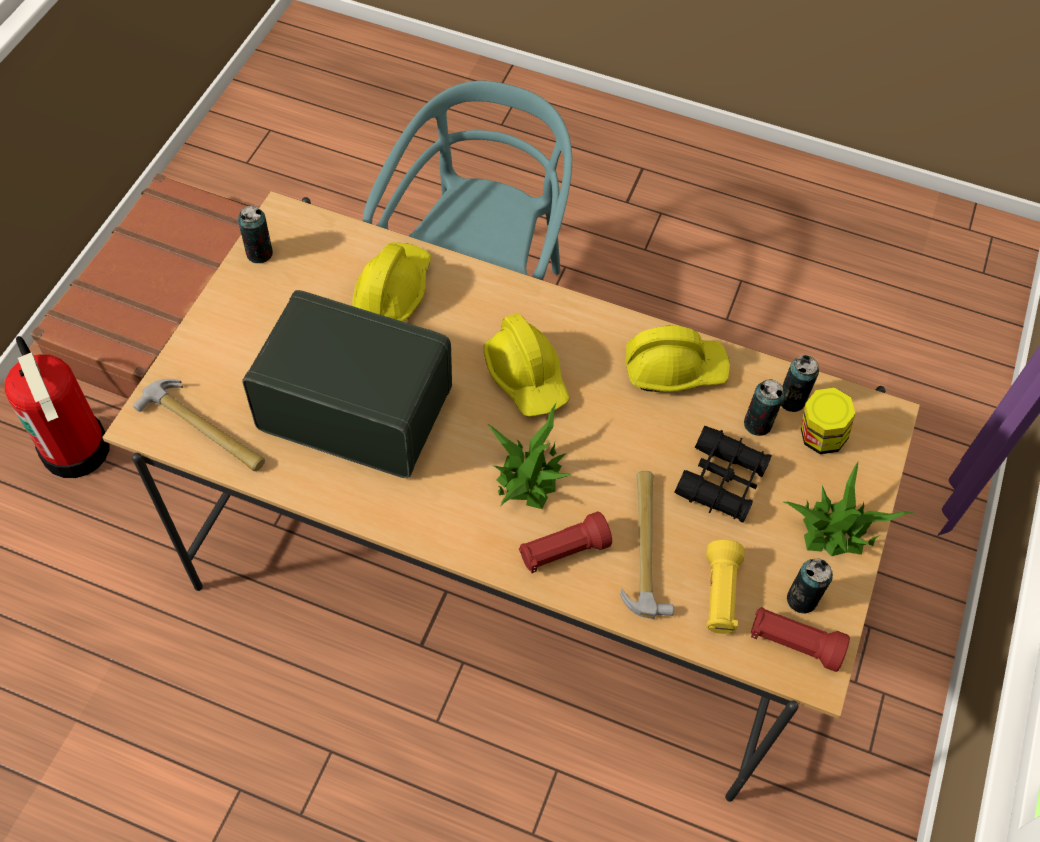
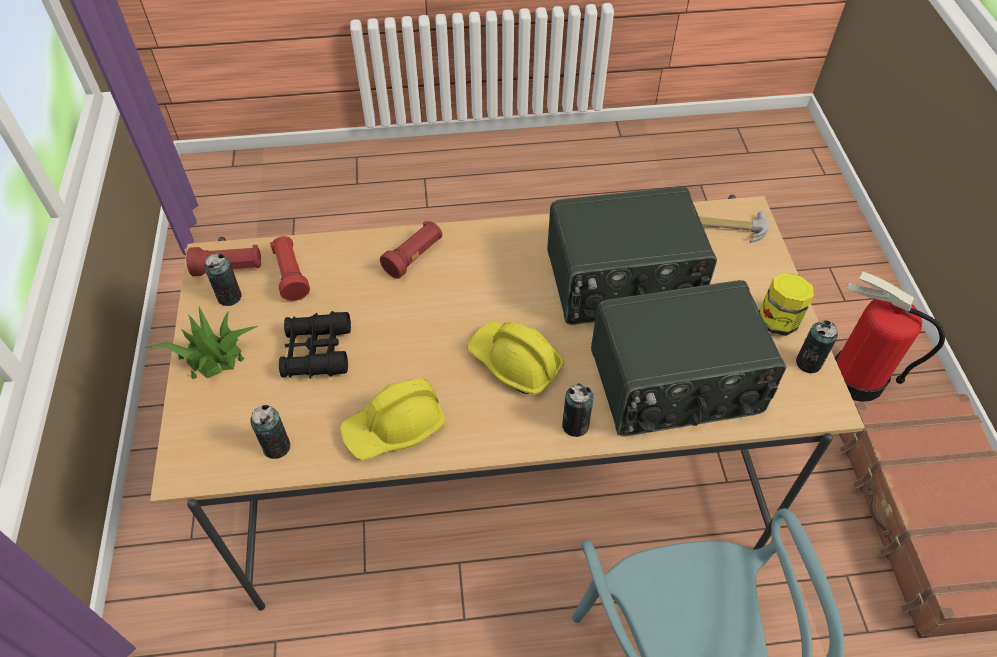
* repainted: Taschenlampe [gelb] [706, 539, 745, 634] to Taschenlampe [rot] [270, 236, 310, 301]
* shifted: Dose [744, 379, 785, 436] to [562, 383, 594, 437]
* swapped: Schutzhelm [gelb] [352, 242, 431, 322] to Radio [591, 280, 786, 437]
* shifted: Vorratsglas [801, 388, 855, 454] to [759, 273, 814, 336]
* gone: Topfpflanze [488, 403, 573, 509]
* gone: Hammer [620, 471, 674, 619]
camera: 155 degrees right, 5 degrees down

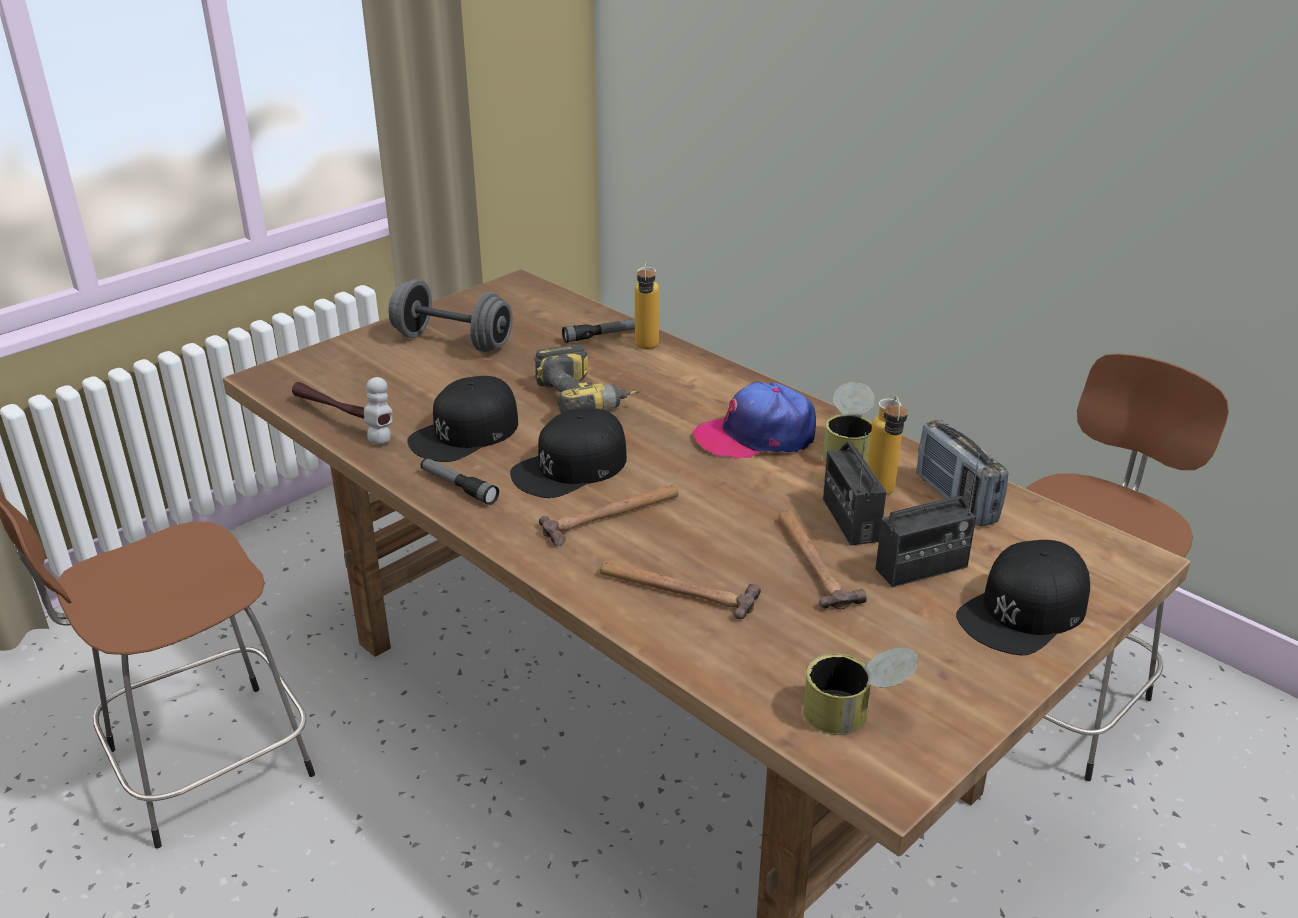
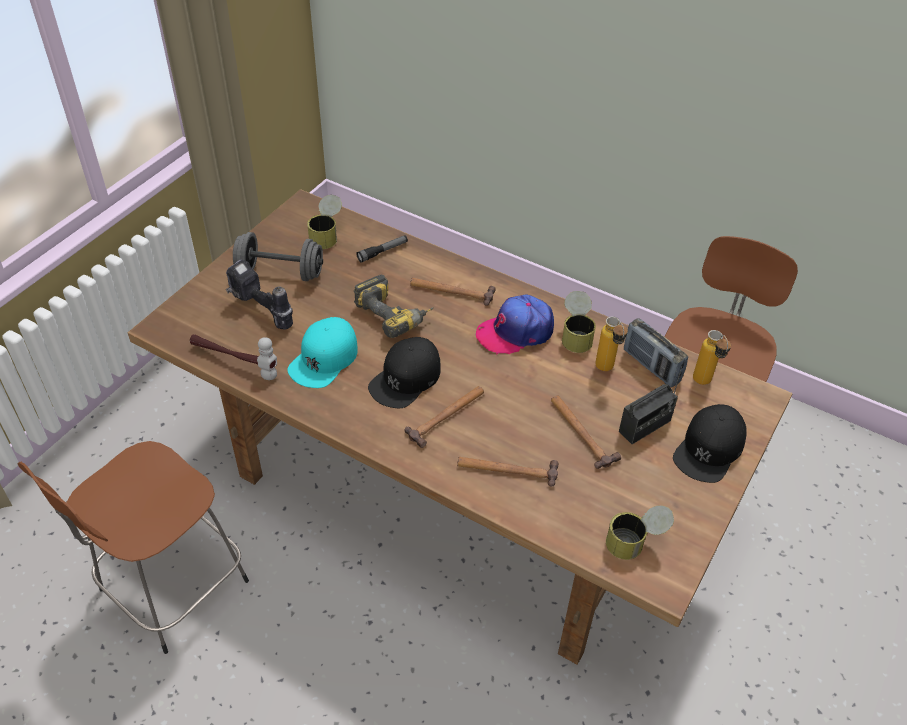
* new: Bohrmaschine [226, 259, 293, 329]
* repainted: Kappe [schwarz] [407, 376, 518, 462] to Kappe [türkis] [287, 317, 358, 388]
* new: Dose [307, 195, 342, 249]
* new: Hammer [410, 278, 496, 306]
* shifted: Flasche [635, 262, 659, 349] to [693, 330, 731, 385]
* gone: Taschenlampe [420, 458, 499, 505]
* gone: Radio [823, 433, 886, 546]
camera: 15 degrees left, 15 degrees up

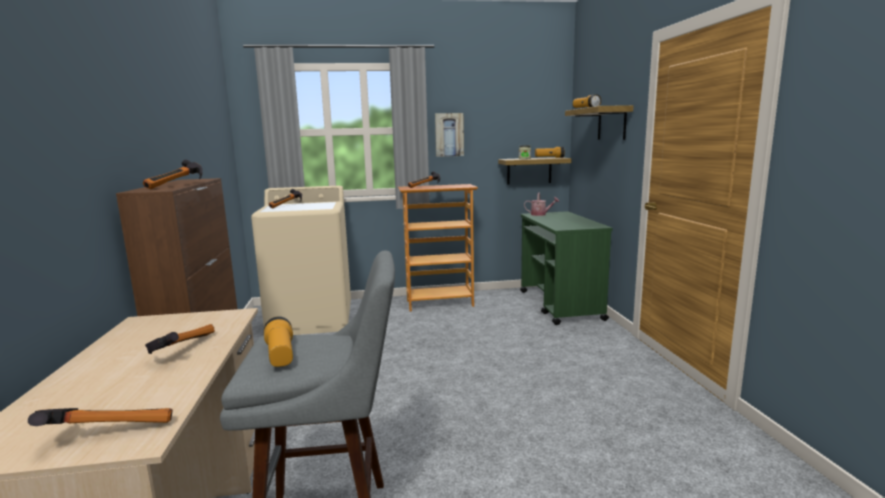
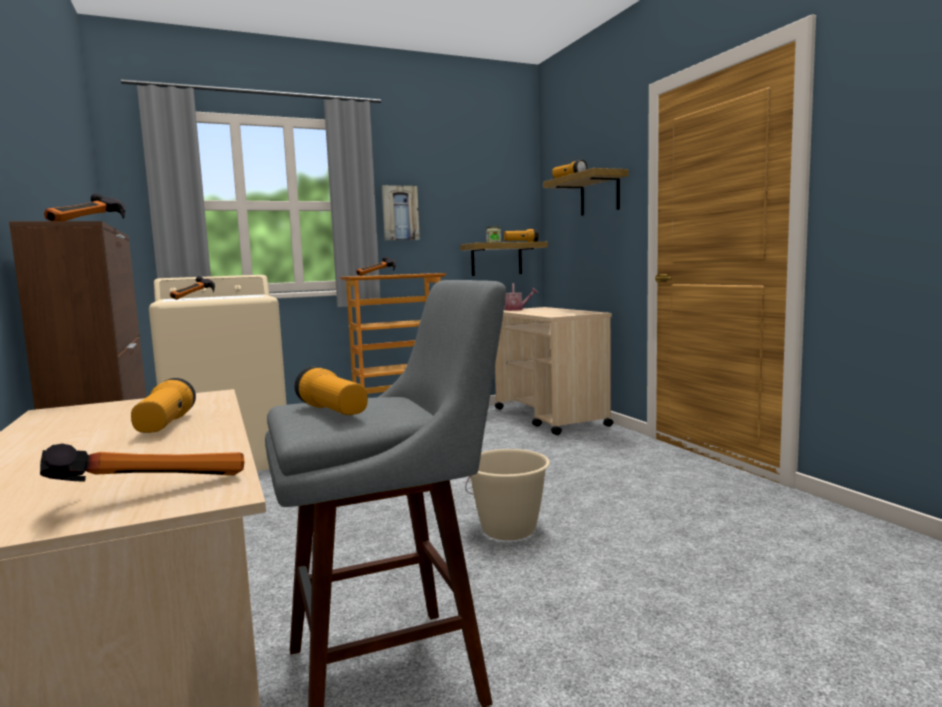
* swapped: Hammer [145, 324, 215, 354] to Taschenlampe [131, 378, 196, 433]
* new: Eimer [beige] [465, 449, 550, 540]
* repainted: Rollwagen [grün] [520, 211, 613, 325] to Rollwagen [beige] [495, 307, 613, 435]
camera: 15 degrees left, 5 degrees down

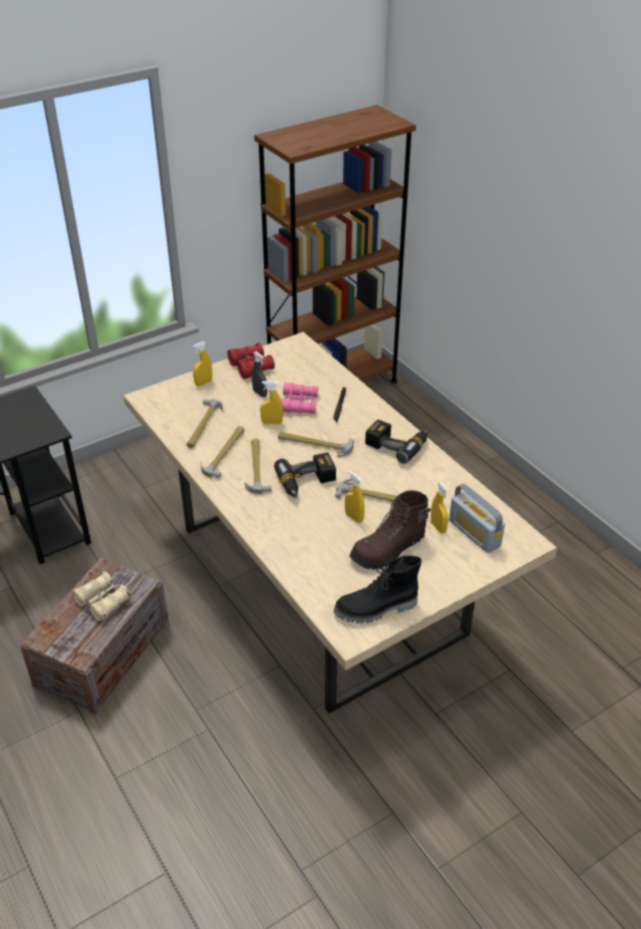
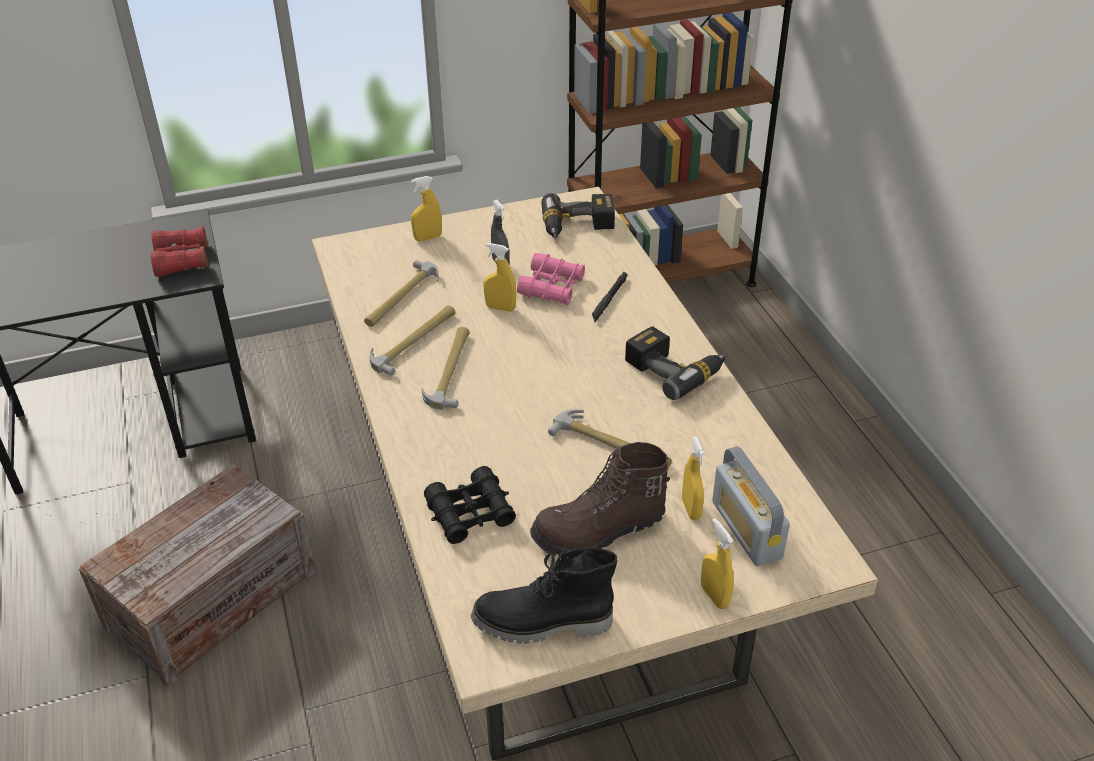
* shifted: Fernglas [rot] [227, 343, 275, 379] to [151, 226, 208, 277]
* new: Fernglas [schwarz] [424, 466, 516, 544]
* shifted: Bohrmaschine [274, 452, 336, 499] to [542, 193, 615, 238]
* shifted: Sprühflasche [gelb] [345, 471, 365, 523] to [701, 518, 734, 609]
* gone: Fernglas [beige] [72, 571, 131, 621]
* gone: Hammer [278, 431, 354, 457]
camera: 15 degrees right, 0 degrees up

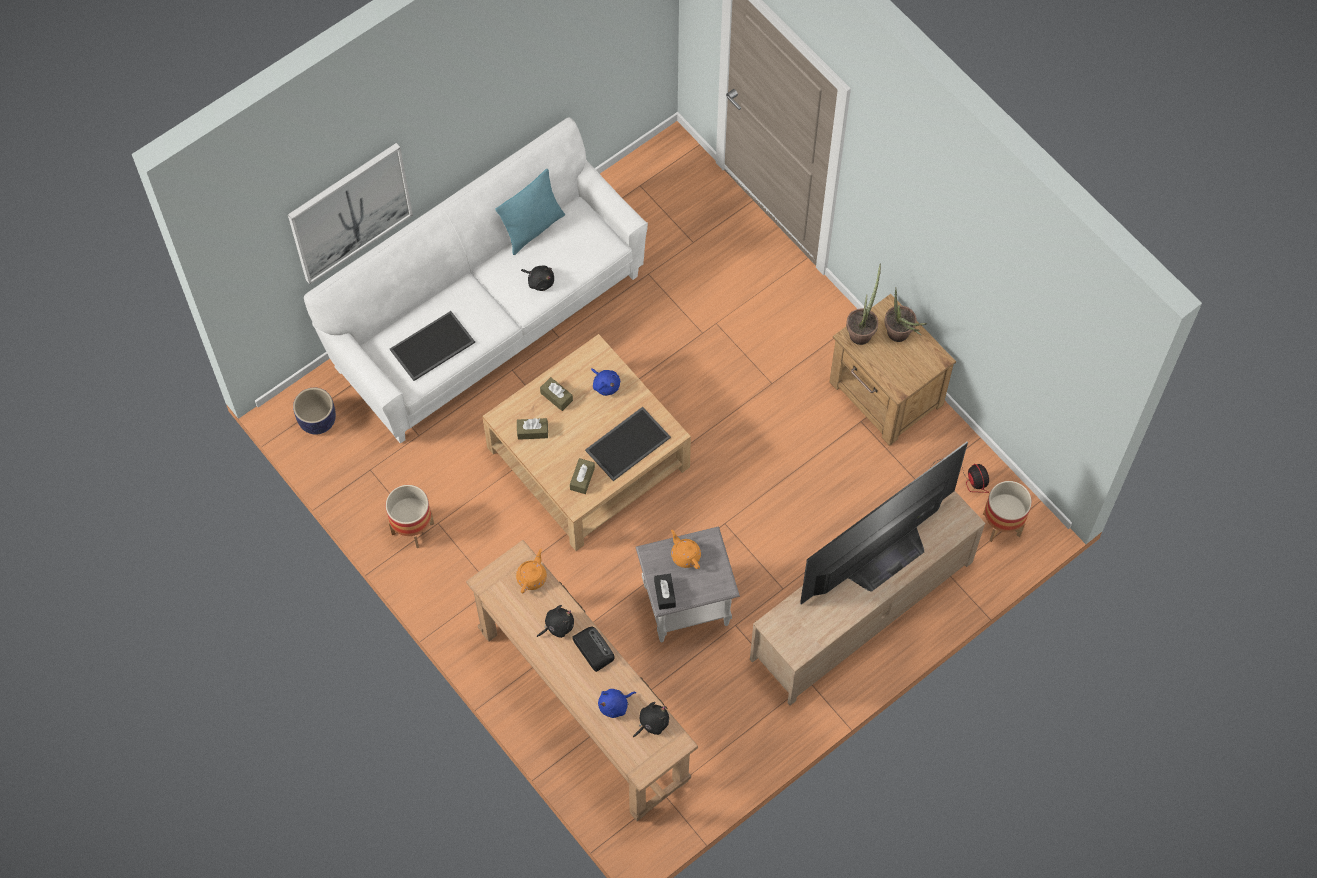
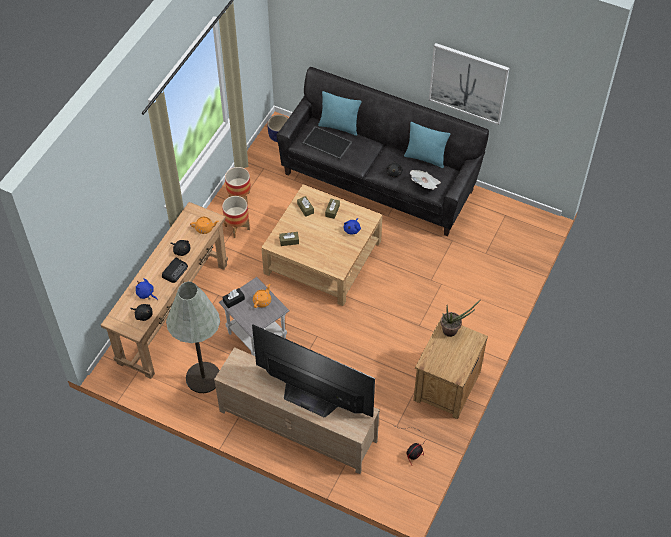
* new: Stehlampe [grau] [166, 282, 220, 393]
* shifted: Pflanzkübel [983, 481, 1032, 542] to [222, 196, 250, 238]
* repainted: Sofa [weiß] [304, 117, 648, 444] to Sofa [schwarz] [276, 67, 489, 236]
* new: Kissen [türkis] [318, 91, 361, 136]
* new: Zeitung [410, 170, 441, 190]
* shifted: Bild [288, 143, 413, 285] to [429, 43, 509, 125]
* gone: Tablett [585, 407, 671, 481]
* gone: Topfpflanze [884, 287, 927, 342]
camera: 65 degrees right, 10 degrees down

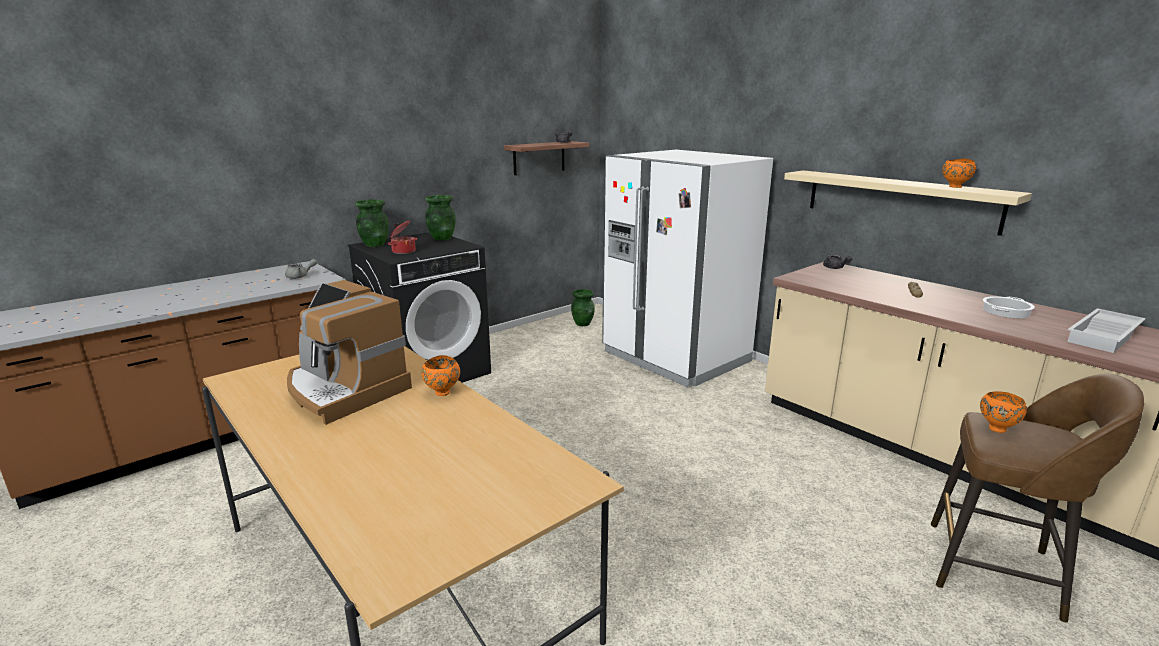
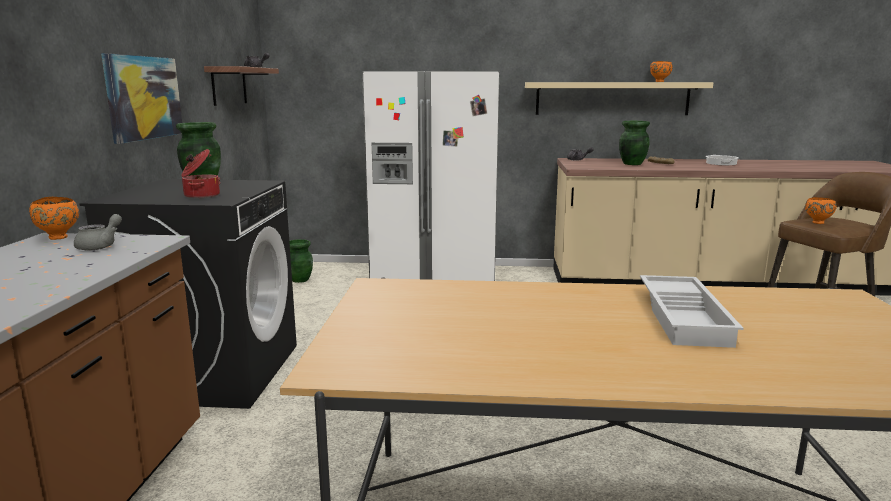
* shifted: Schüssel [orange] [421, 355, 460, 396] to [29, 197, 79, 240]
* new: Bild [101, 53, 182, 144]
* shifted: Vase [grün] [355, 199, 389, 247] to [619, 121, 650, 165]
* shifted: Tablett [weiß] [1067, 308, 1146, 353] to [640, 275, 744, 348]
* gone: Kaffeemaschine [287, 280, 412, 425]
camera: 45 degrees left, 5 degrees down

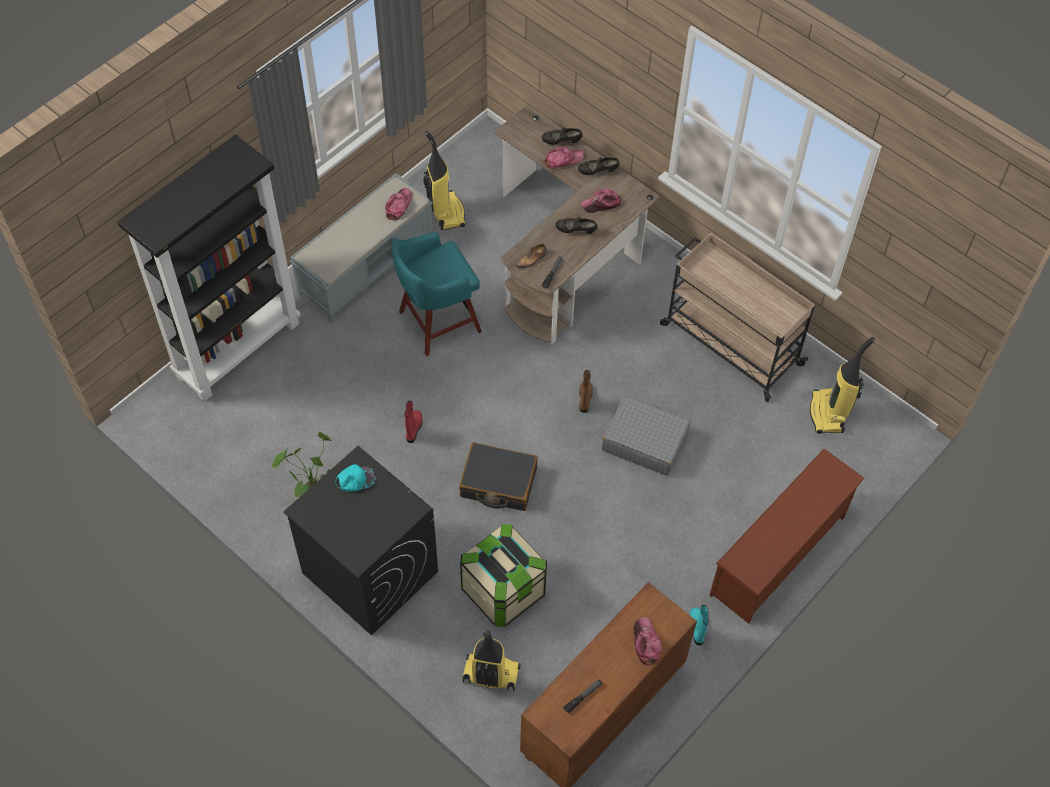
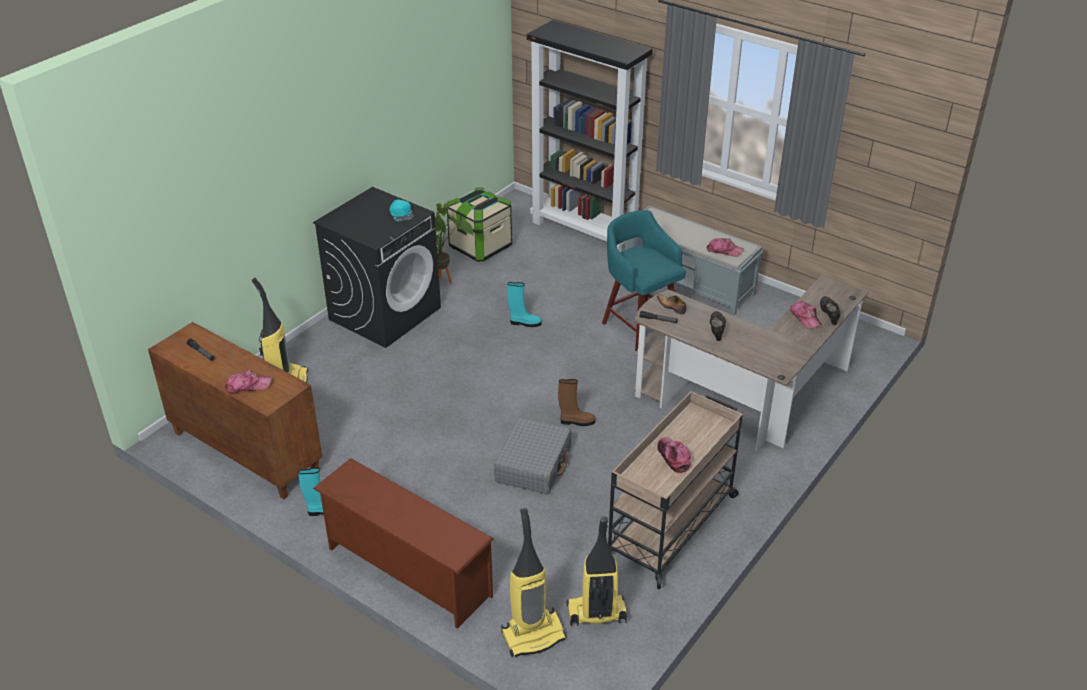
* shifted: Aufbewahrungsbox [460, 524, 547, 627] to [447, 187, 512, 261]
* shifted: Staubsauger [423, 131, 466, 230] to [501, 508, 567, 657]
* repainted: Stiefel [rot] [404, 401, 423, 443] to Stiefel [türkis] [507, 282, 542, 327]
* shifted: Kappe [581, 189, 621, 213] to [657, 437, 691, 473]
* gone: Koffer [schwarz] [459, 442, 538, 511]
* gone: Schuh [schwarz] [578, 157, 619, 175]
camera: 85 degrees right, 20 degrees down

